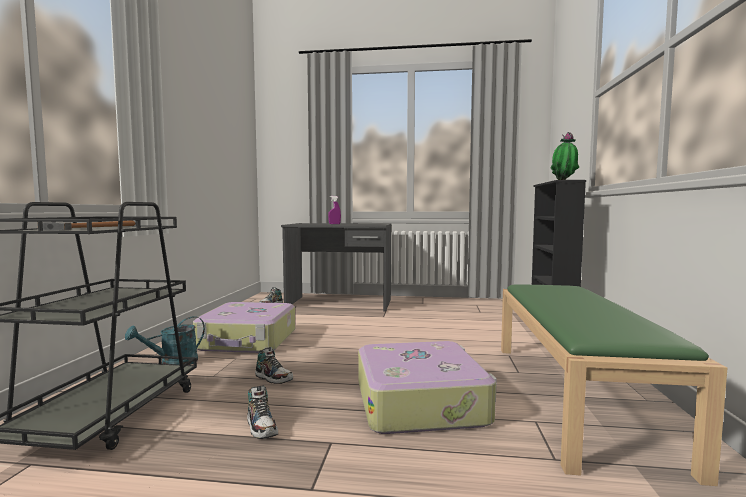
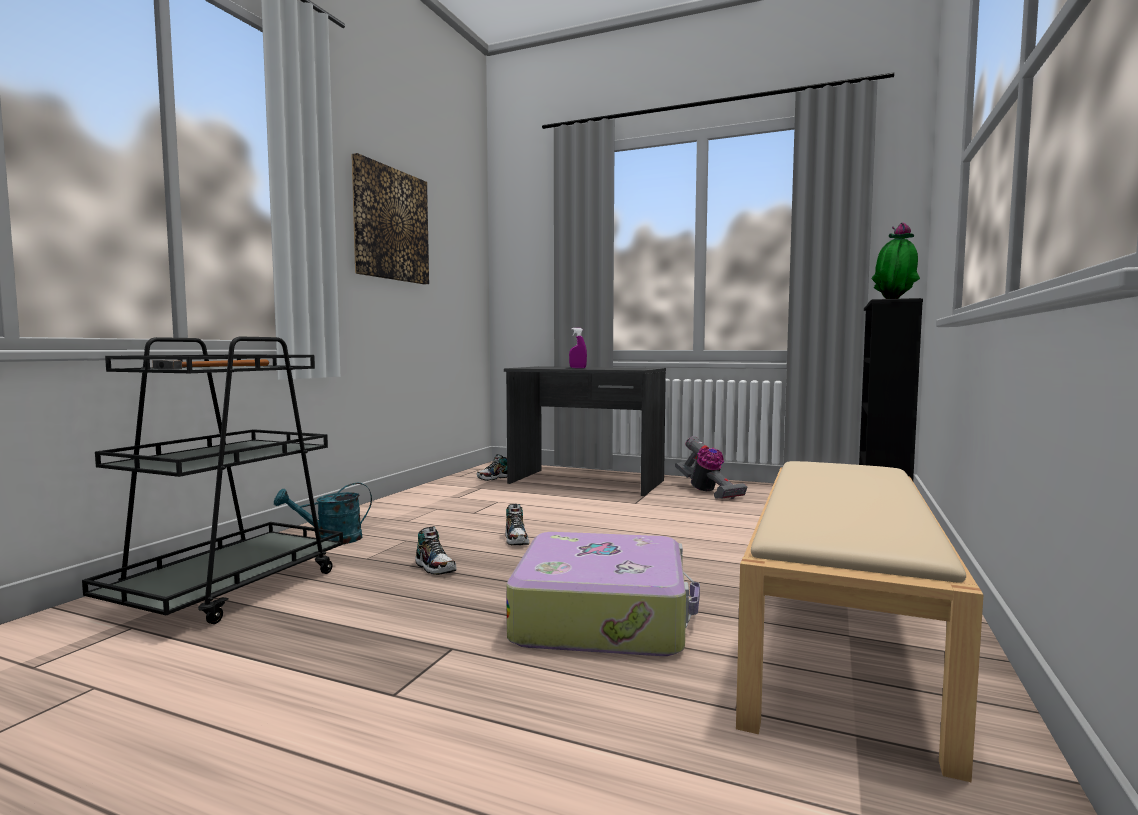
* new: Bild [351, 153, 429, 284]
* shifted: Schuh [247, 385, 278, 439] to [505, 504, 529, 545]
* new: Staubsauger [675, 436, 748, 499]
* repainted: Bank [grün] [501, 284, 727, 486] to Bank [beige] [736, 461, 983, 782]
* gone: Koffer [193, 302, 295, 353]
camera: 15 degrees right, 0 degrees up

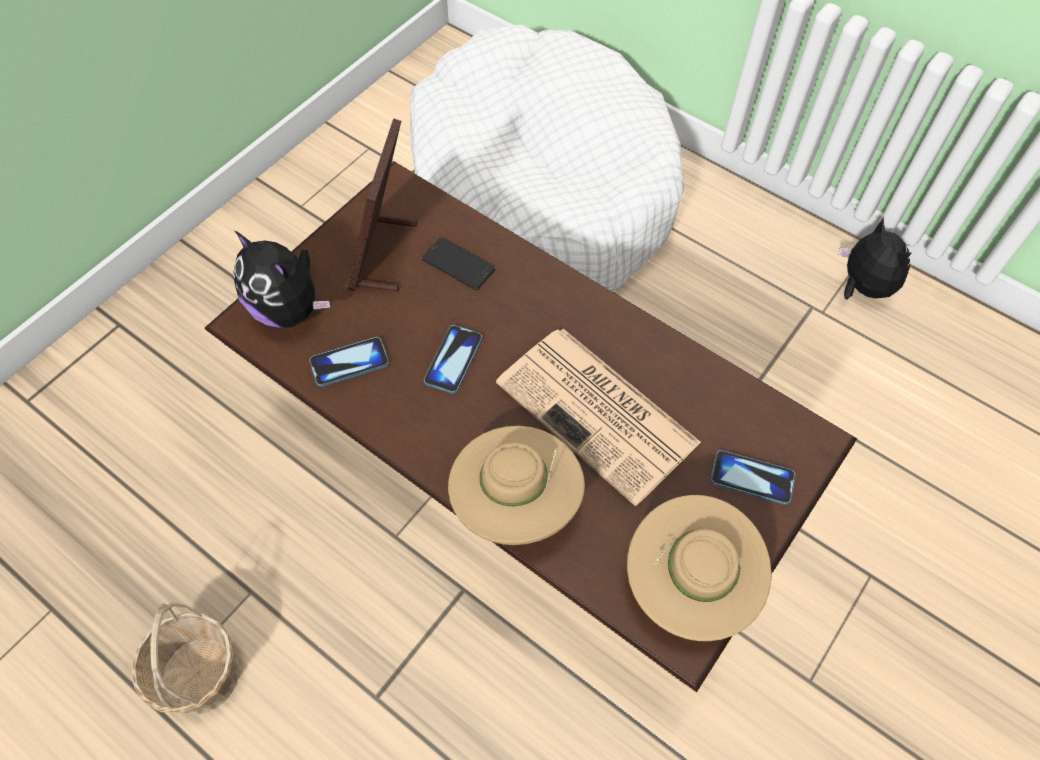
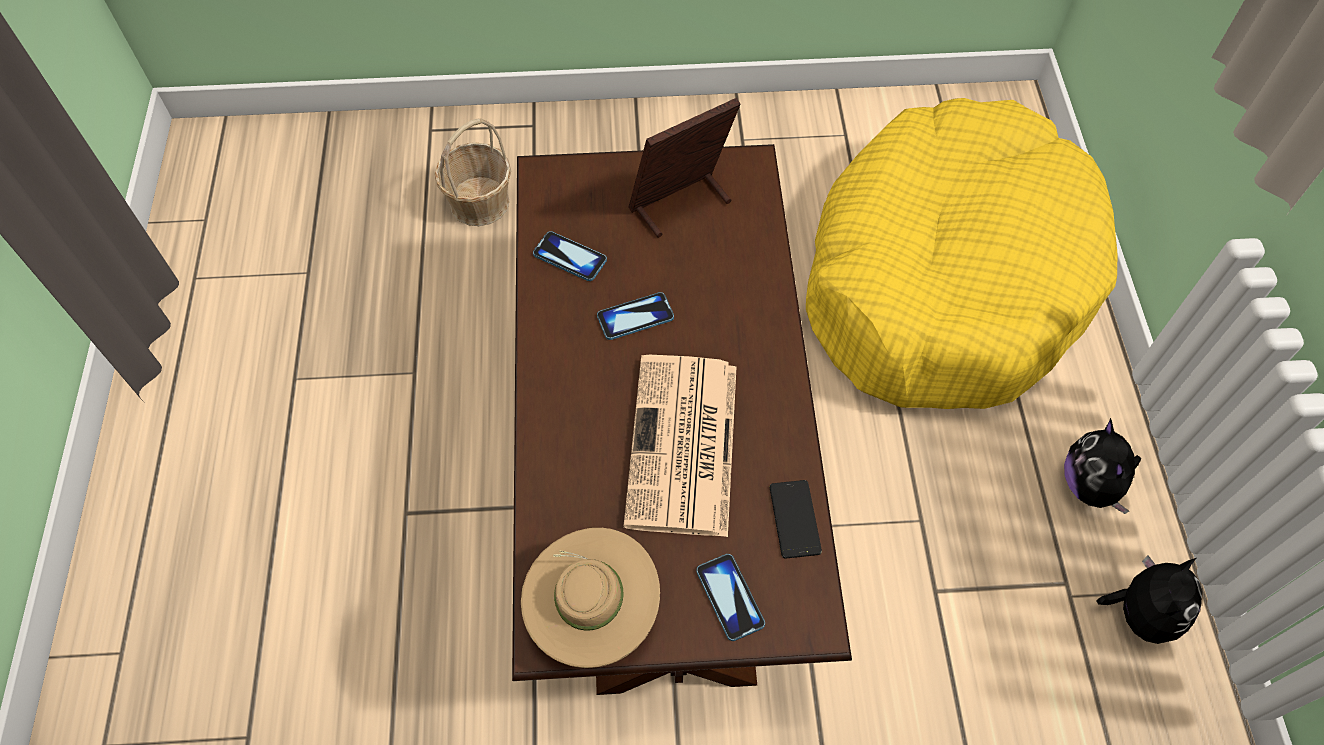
* shifted: Korb [132, 602, 240, 715] to [435, 118, 511, 226]
* shifted: Handy [422, 237, 495, 290] to [769, 480, 822, 559]
* repainted: Hundebett [weiß] [410, 25, 684, 291] to Hundebett [gelb] [806, 98, 1118, 409]
* shifted: Plüschtier [233, 231, 330, 328] to [1064, 418, 1142, 514]
* gone: Hut [beige] [448, 426, 585, 545]
camera: 50 degrees right, 0 degrees up

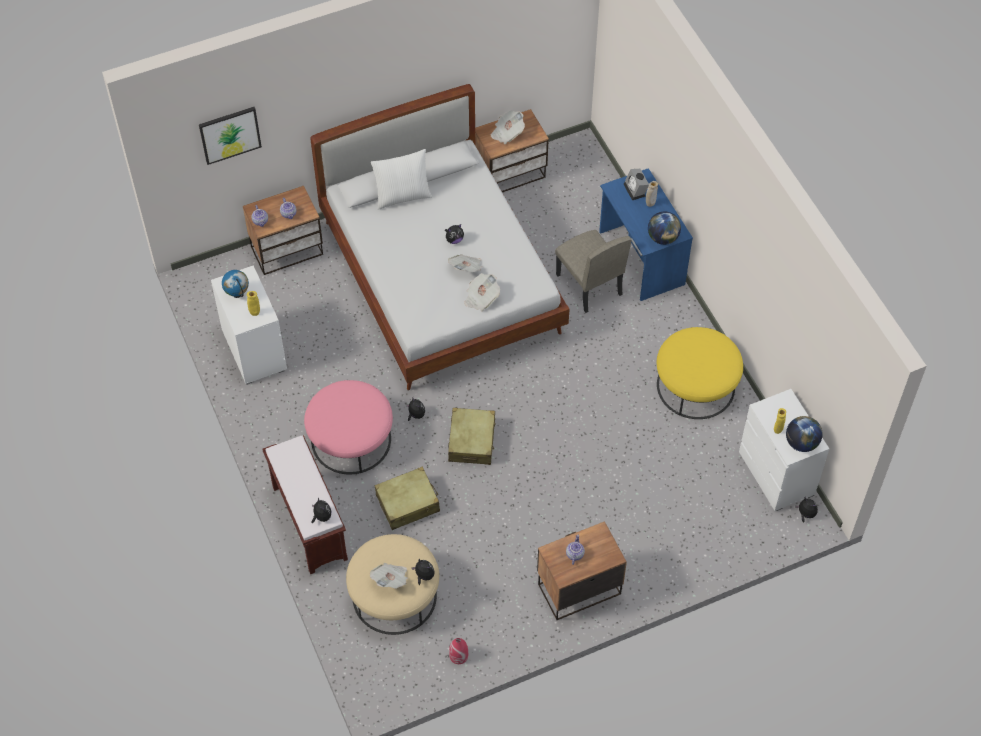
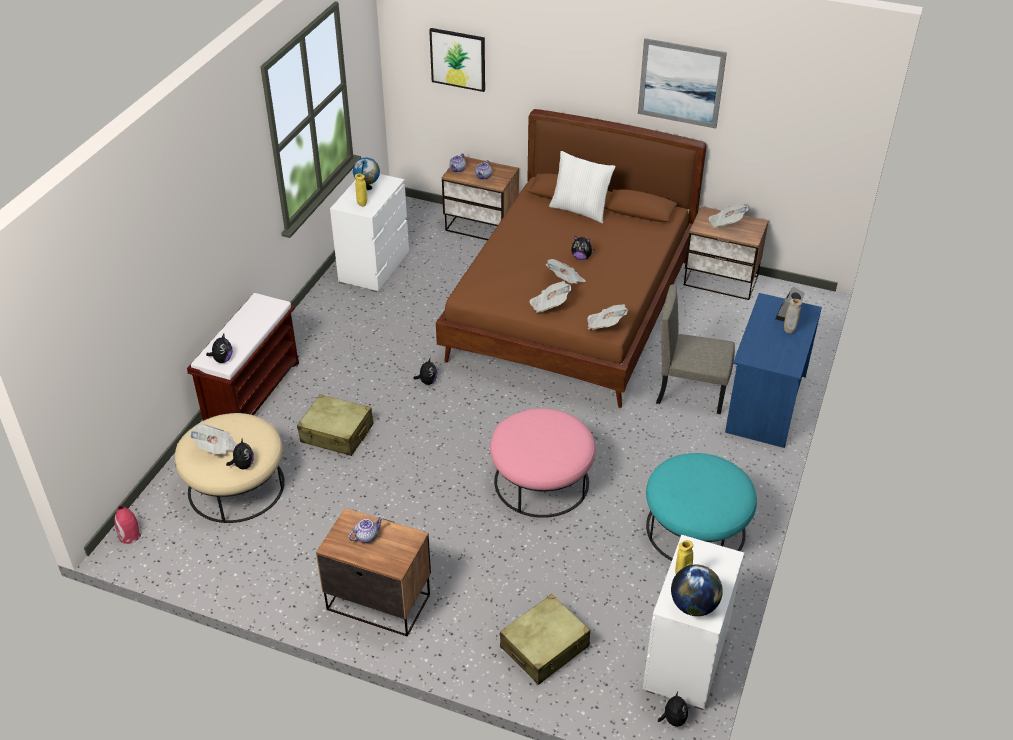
* shifted: Vase [rot] [449, 638, 468, 664] to [114, 505, 141, 544]
* repainted: Bett [weiß] [310, 84, 570, 390] to Bett [braun] [436, 109, 707, 408]
* shifted: Polsterhocker [rosa] [304, 380, 393, 474] to [490, 408, 596, 518]
* shifted: Koffer [beige] [448, 408, 496, 465] to [500, 594, 590, 685]
* new: Zeitung [587, 304, 628, 330]
* new: Bild [638, 38, 727, 129]
* repainted: Polsterhocker [gelb] [657, 327, 743, 419] to Polsterhocker [türkis] [646, 453, 757, 561]
* rotated: Stuhl [beige] [555, 230, 631, 313] = [656, 285, 735, 414] 90 degrees clockwise
* gone: Globus [648, 211, 681, 245]
camera: 45 degrees right, 15 degrees down

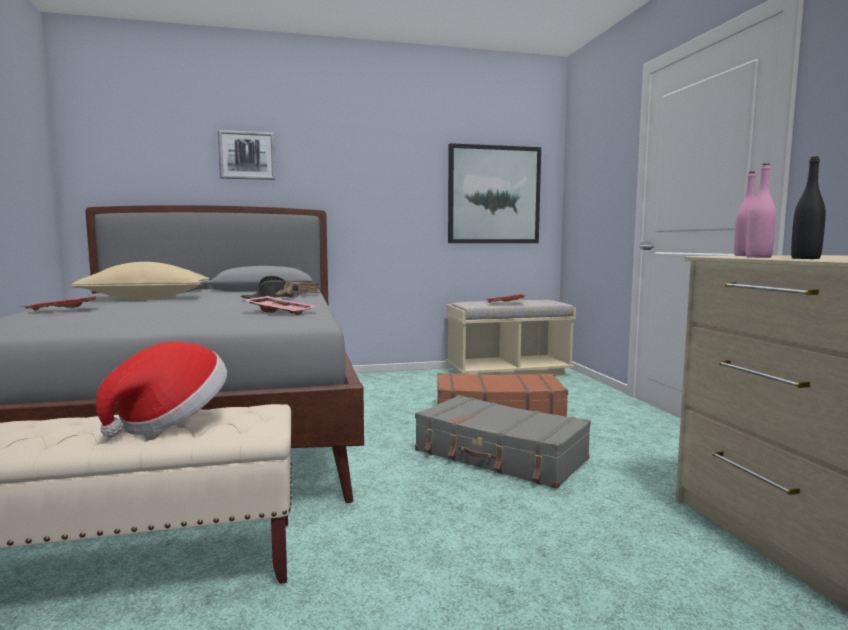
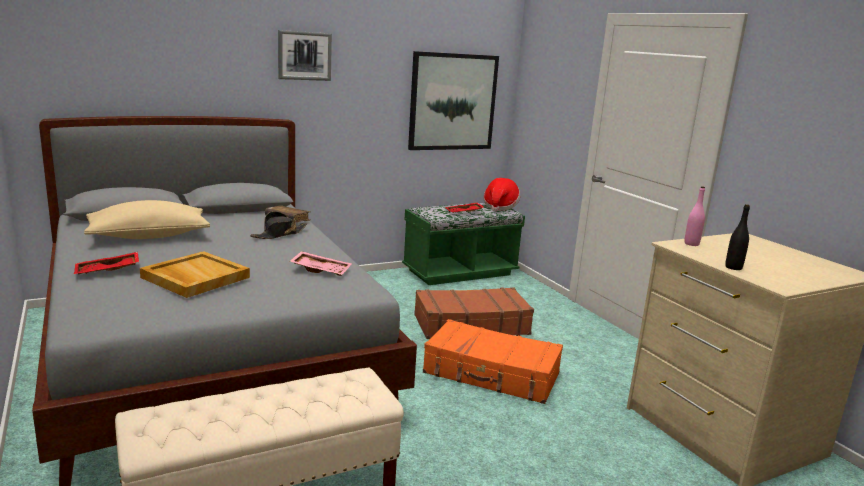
* new: Tablett [beige] [140, 251, 250, 298]
* shifted: Bild [218, 130, 276, 180] to [278, 30, 332, 81]
* repainted: Bank [beige] [446, 300, 576, 376] to Bank [grün] [402, 203, 525, 285]
* repainted: Koffer [grau] [415, 395, 591, 489] to Koffer [orange] [423, 319, 563, 404]
* shifted: Hut [96, 342, 227, 438] to [484, 178, 520, 212]
* gone: Flasche [rosa] [746, 163, 776, 258]
camera: 15 degrees left, 10 degrees up

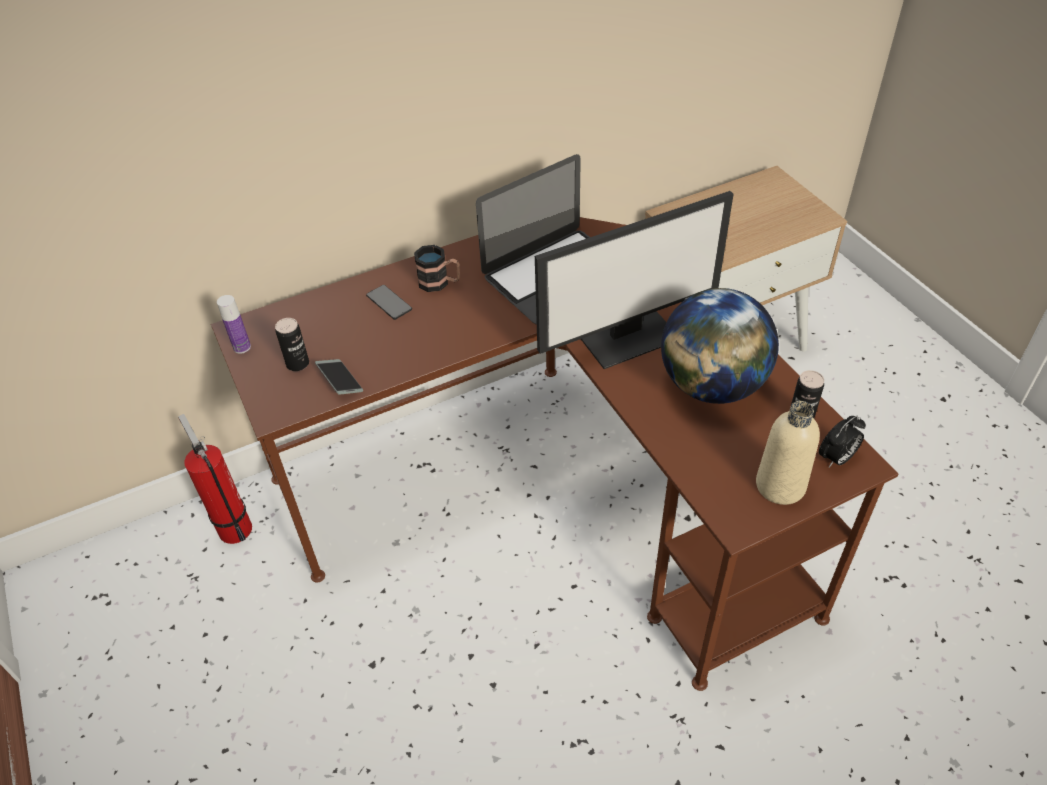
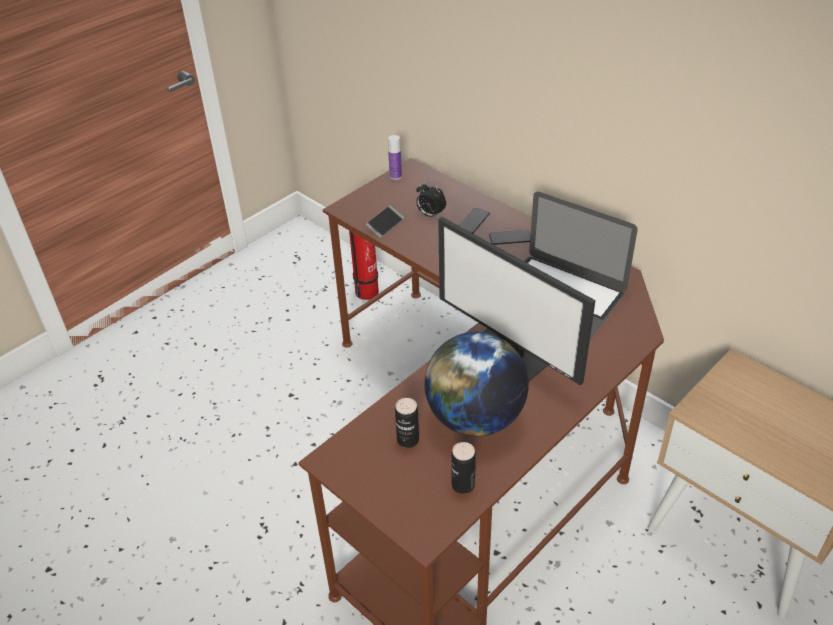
* shifted: Dose [275, 318, 309, 371] to [395, 398, 419, 448]
* shifted: Wecker [819, 416, 866, 467] to [416, 182, 446, 218]
* swapped: Henkelbecher [414, 245, 460, 292] to Handy [489, 230, 530, 245]
* gone: Flasche [beige] [756, 401, 820, 505]
camera: 70 degrees right, 5 degrees down

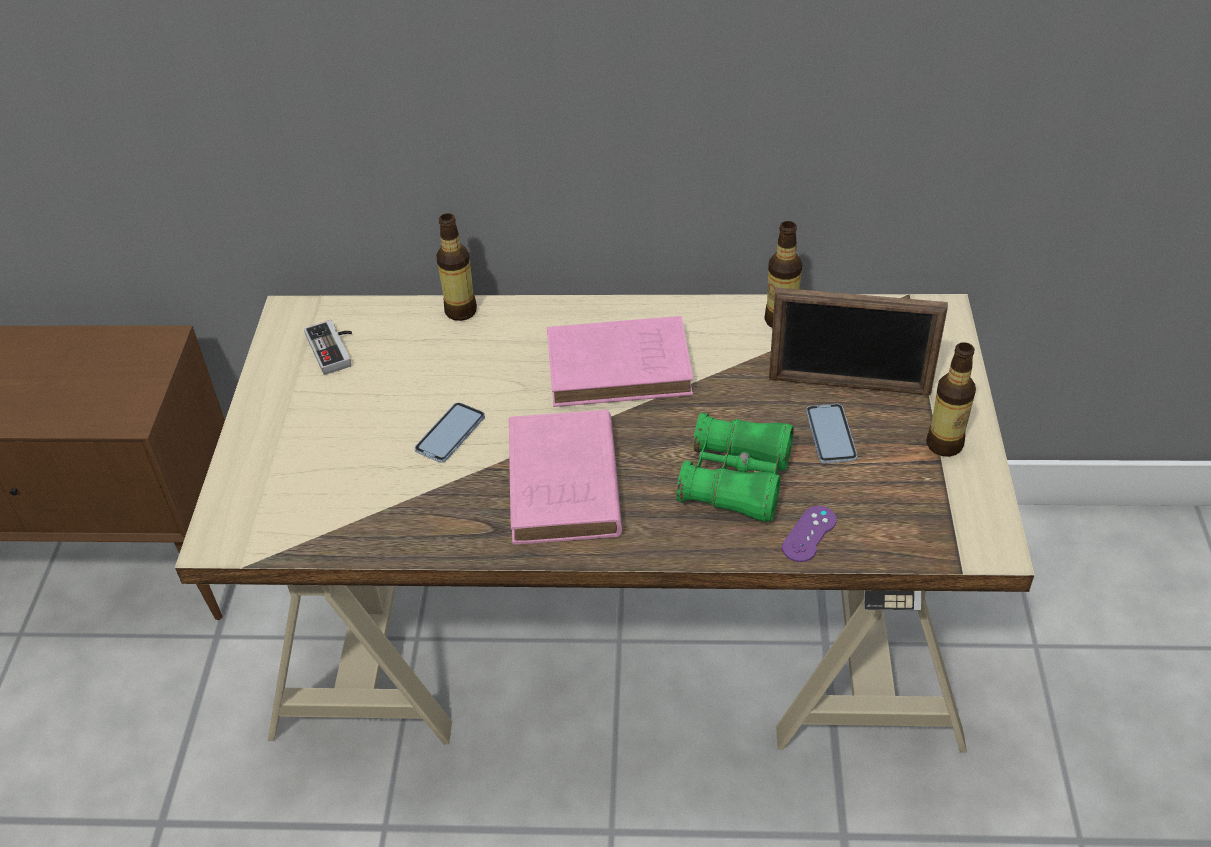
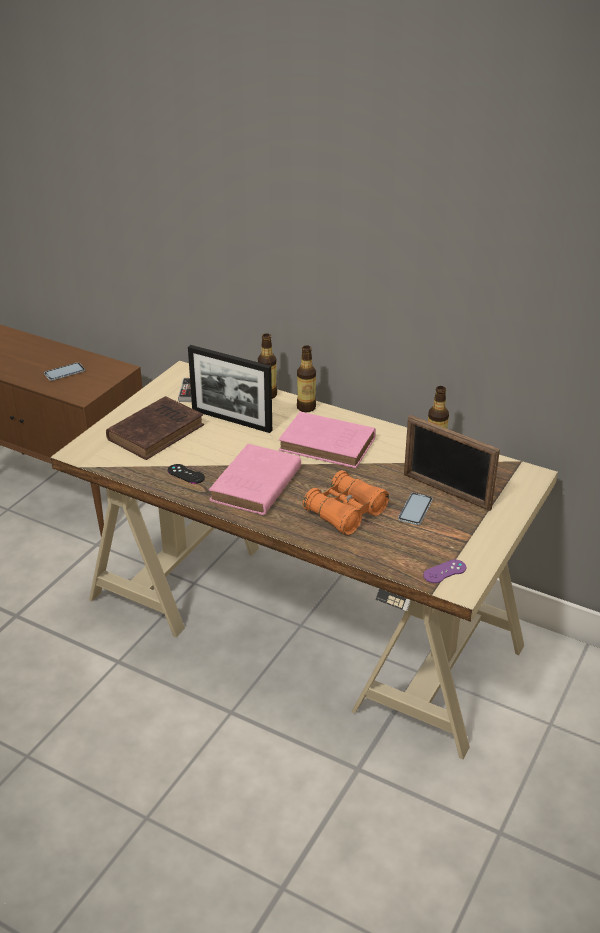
* shifted: Handy [415, 402, 485, 463] to [44, 362, 85, 381]
* new: Buch [braun] [106, 396, 204, 460]
* new: Gamepad [schwarz] [168, 464, 205, 484]
* new: Bilderrahmen [188, 345, 272, 433]
* shifted: Flasche [926, 342, 976, 457] to [297, 345, 316, 412]
* repainted: Fernglas [grün] [677, 412, 794, 522] to Fernglas [orange] [303, 470, 389, 535]
* shifted: Gamepad [lila] [782, 506, 837, 562] to [423, 560, 466, 583]
camera: 25 degrees right, 10 degrees down

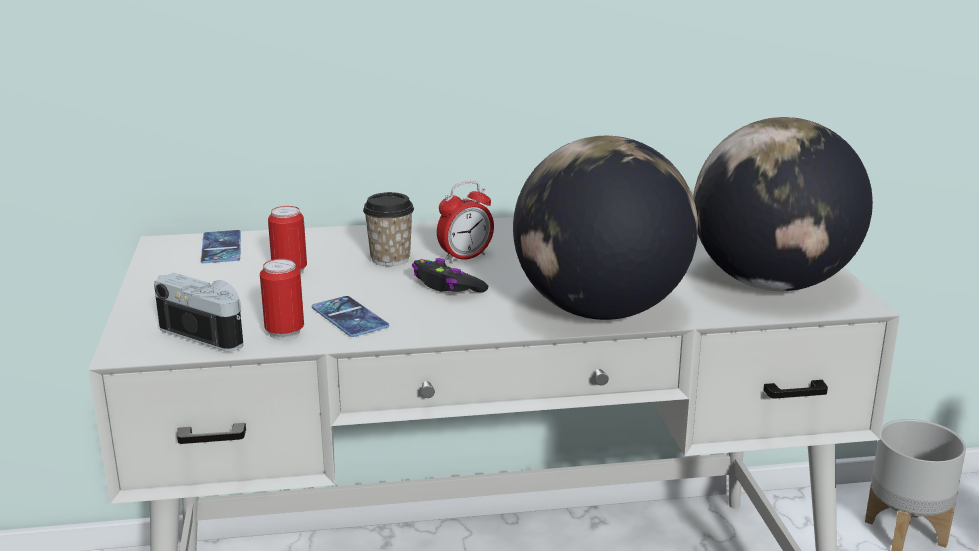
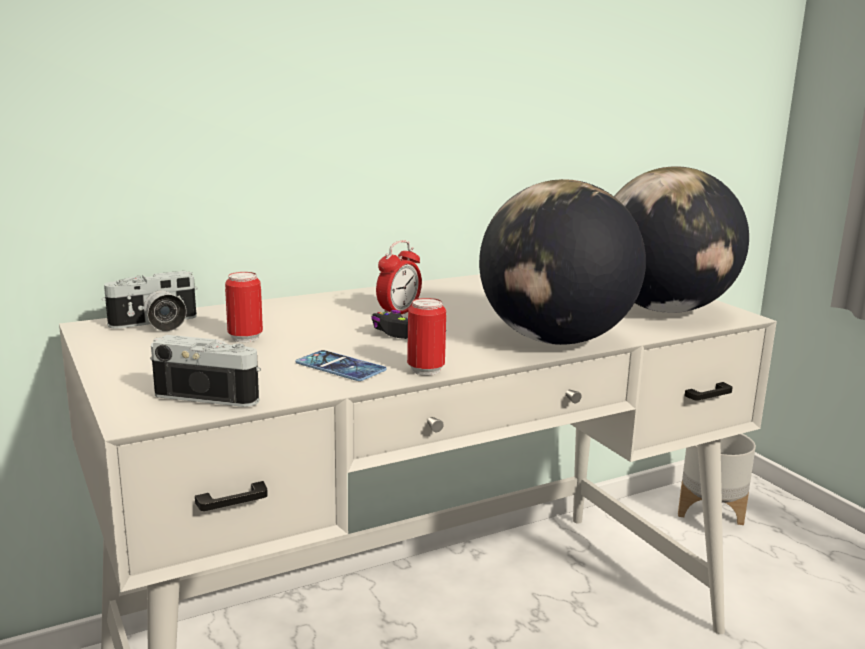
* swapped: Handy [201, 230, 241, 263] to Kamera [102, 271, 198, 331]
* shifted: Dose [260, 259, 304, 340] to [407, 298, 446, 375]
* gone: Tasse [363, 192, 414, 266]
camera: 20 degrees left, 5 degrees down

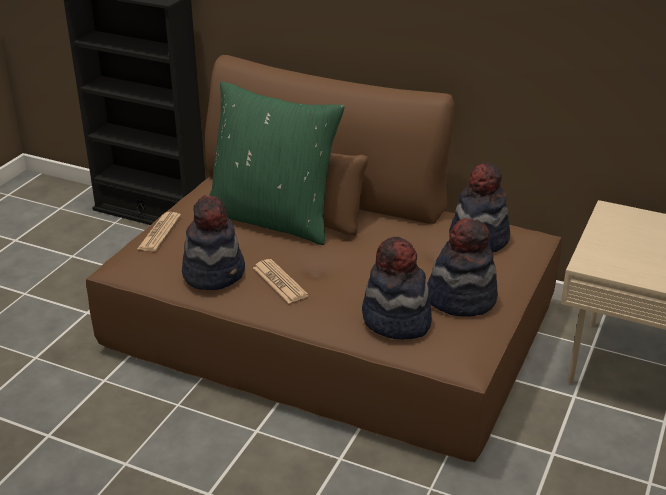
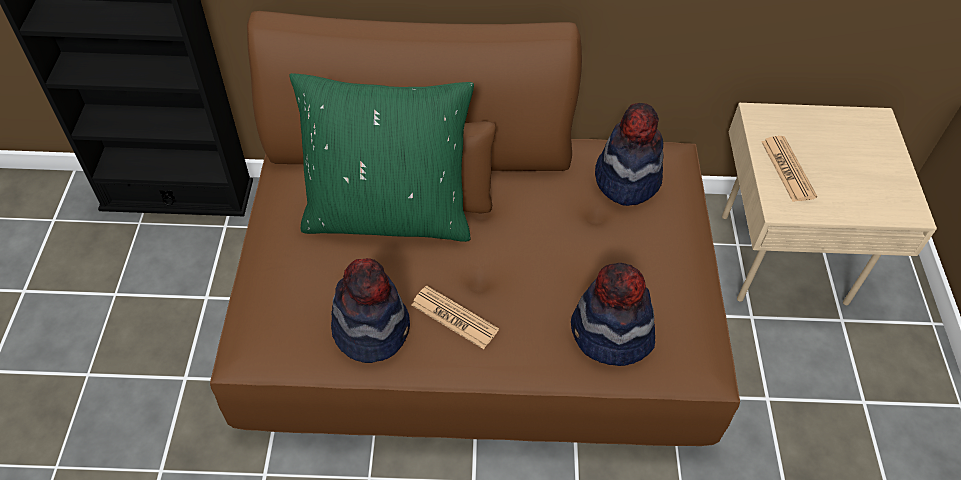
* shifted: Zeitung [137, 212, 181, 252] to [761, 136, 817, 202]
* gone: Hut [427, 218, 498, 317]
camera: 25 degrees left, 20 degrees up

